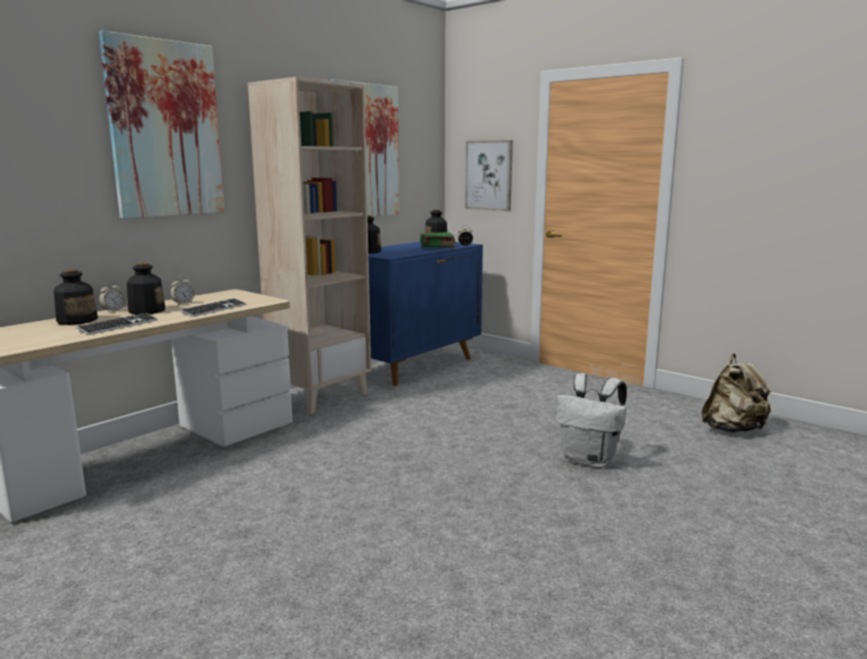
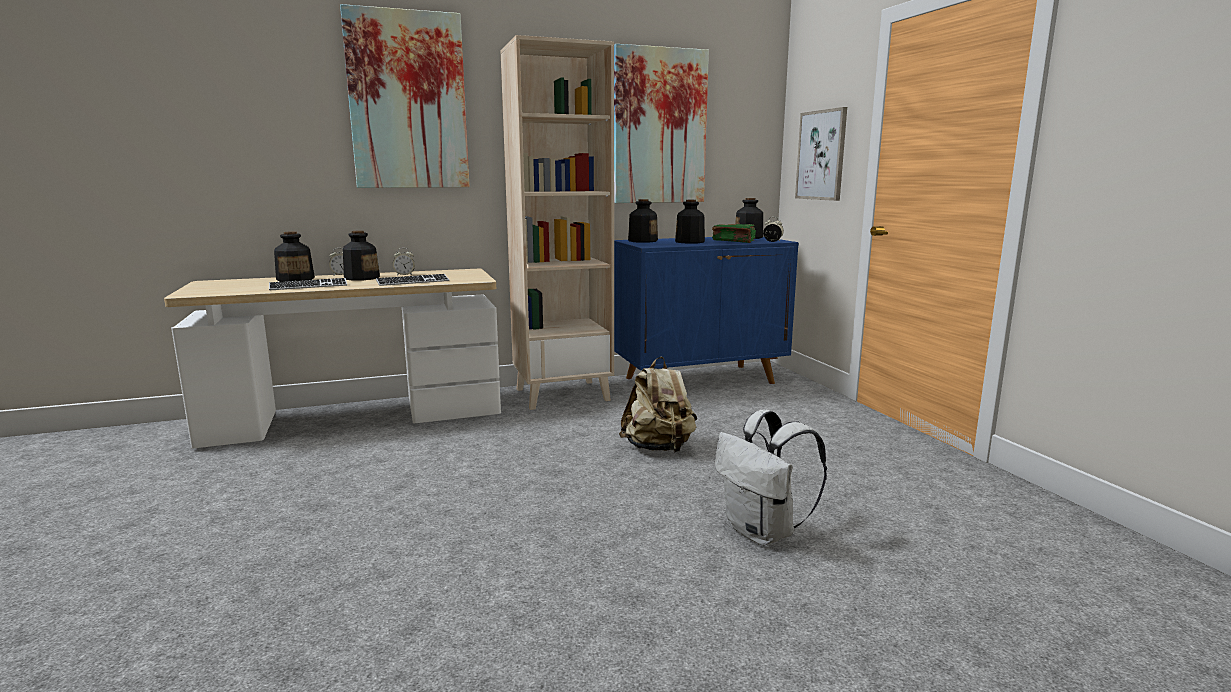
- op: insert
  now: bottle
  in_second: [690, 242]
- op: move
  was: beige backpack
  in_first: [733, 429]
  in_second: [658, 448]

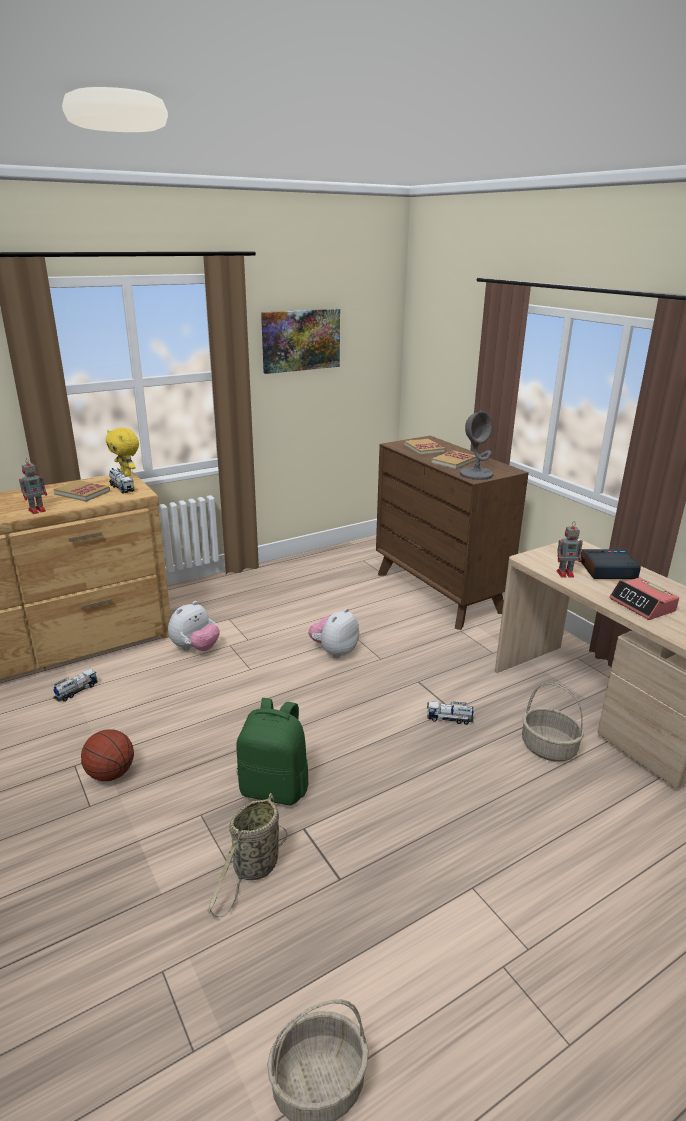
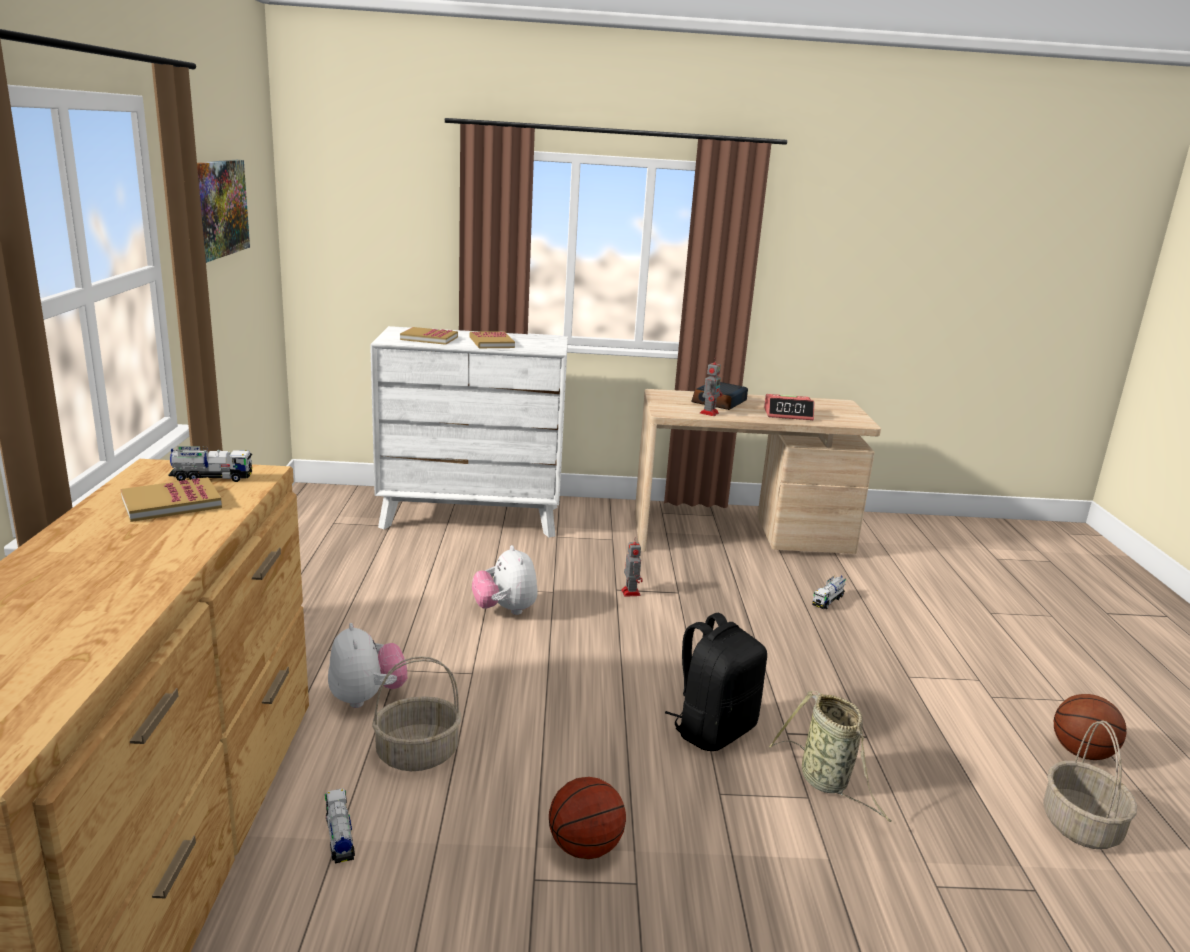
- op: delete
  was: yellow plush toy
  in_first: [126, 474]
- op: delete
  was: grey table lamp
  in_first: [476, 474]
- op: insert
  now: basketball
  in_second: [1080, 753]
- op: move
  was: toy robot
  in_first: [38, 510]
  in_second: [630, 592]
- op: move
  was: toy truck
  in_first: [449, 719]
  in_second: [828, 600]
- op: move
  was: basket
  in_first: [549, 748]
  in_second: [418, 753]
- op: recolor
  was: green backpack
  now: black backpack
  in_first: [275, 788]
  in_second: [713, 729]
- op: recolor
  was: brown dresser
  now: white dresser
  in_first: [439, 592]
  in_second: [471, 517]

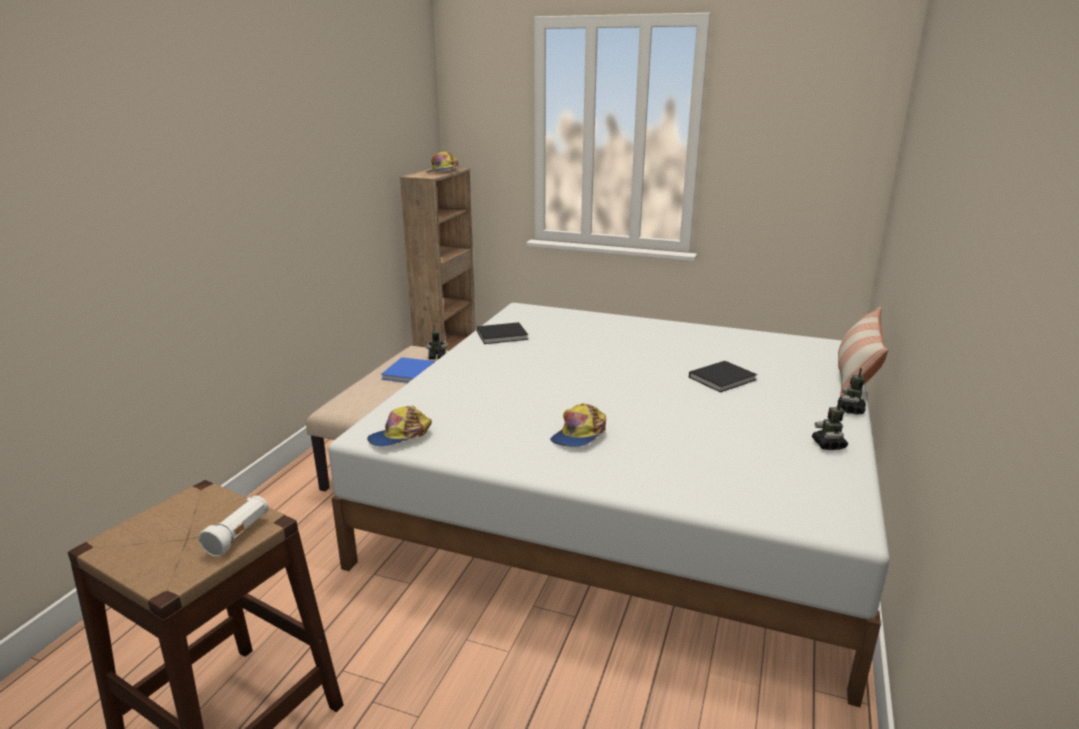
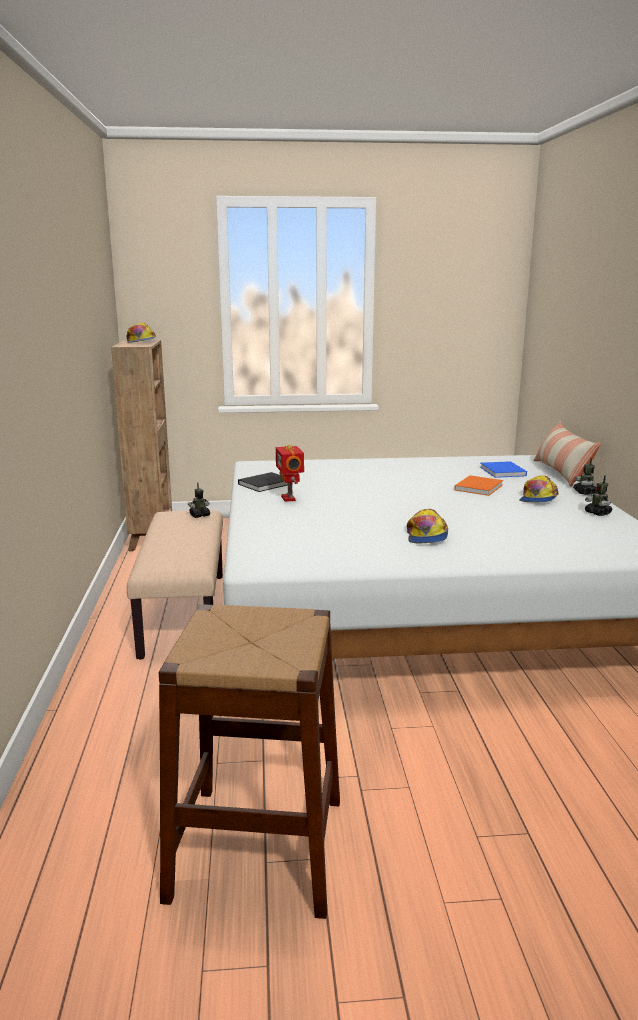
- op: delete
  was: white flashlight
  in_first: [239, 535]
- op: insert
  now: toy robot
  in_second: [289, 498]
- op: move
  was: cap
  in_first: [400, 436]
  in_second: [538, 498]
- op: move
  was: blue book
  in_first: [408, 373]
  in_second: [503, 472]
- op: recolor
  was: black book
  now: orange book
  in_first: [723, 378]
  in_second: [479, 487]

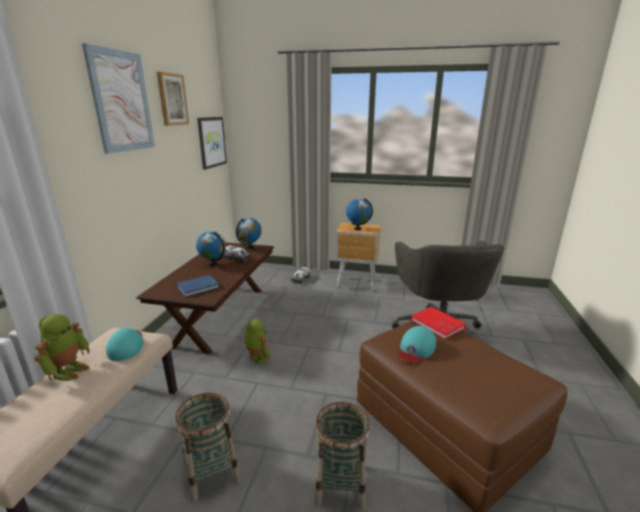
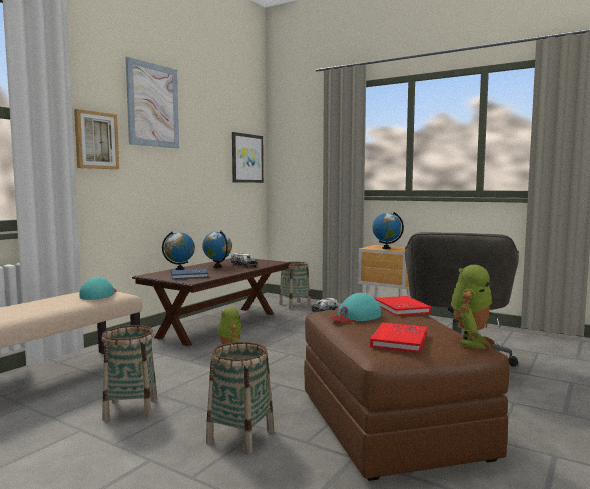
- op: insert
  now: basket
  in_second: [294, 305]
- op: insert
  now: red book
  in_second: [399, 340]
- op: move
  was: toy robot
  in_first: [69, 370]
  in_second: [471, 342]
- op: move
  was: picture
  in_first: [172, 99]
  in_second: [96, 140]
- op: move
  was: globe
  in_first: [250, 248]
  in_second: [180, 269]

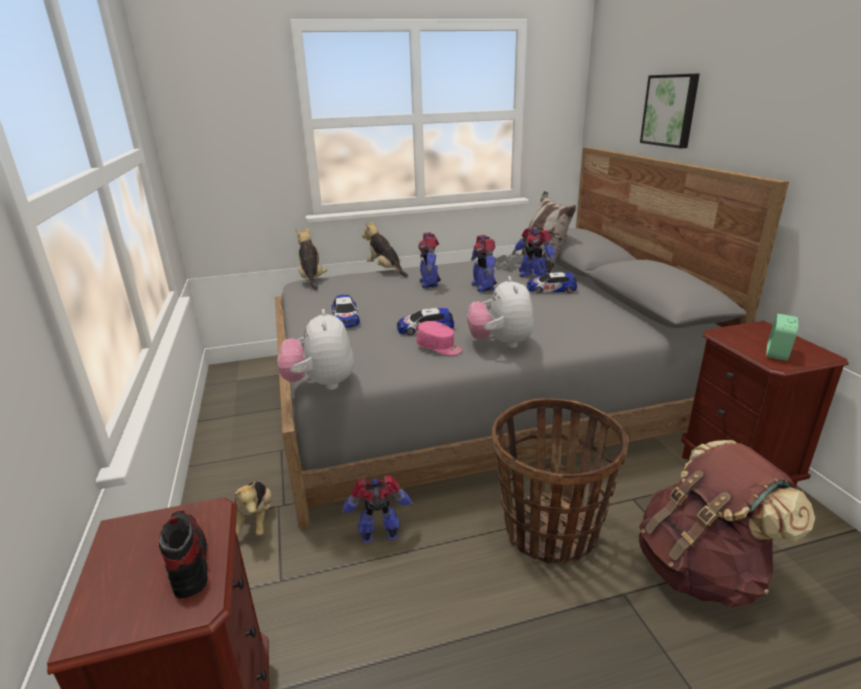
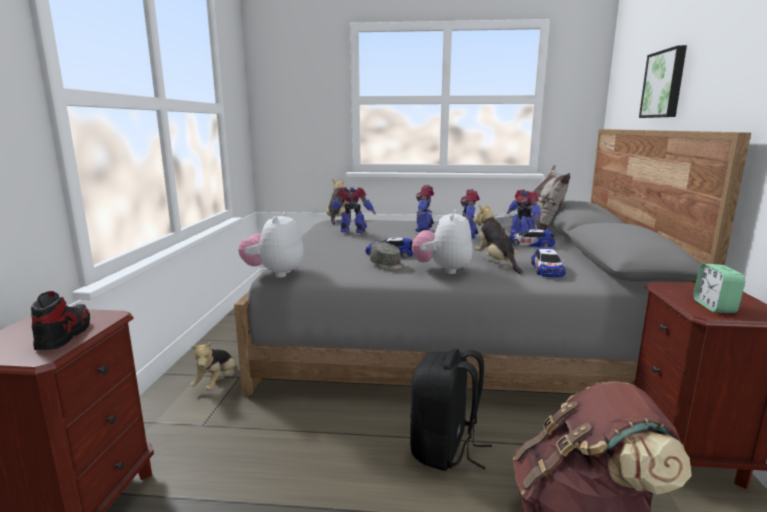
- op: move
  was: toy car
  in_first: [345, 318]
  in_second: [547, 269]
- op: move
  was: toy robot
  in_first: [380, 535]
  in_second: [353, 231]
- op: move
  was: plush toy
  in_first: [385, 270]
  in_second: [496, 263]
- op: replace
  was: basket
  now: black backpack
  in_first: [550, 531]
  in_second: [445, 449]
- op: recolor
  was: pink cap
  now: grey cap
  in_first: [439, 347]
  in_second: [387, 265]
- op: rotate
  was: alarm clock
  in_first: [777, 353]
  in_second: [714, 307]
  clockwise: -45

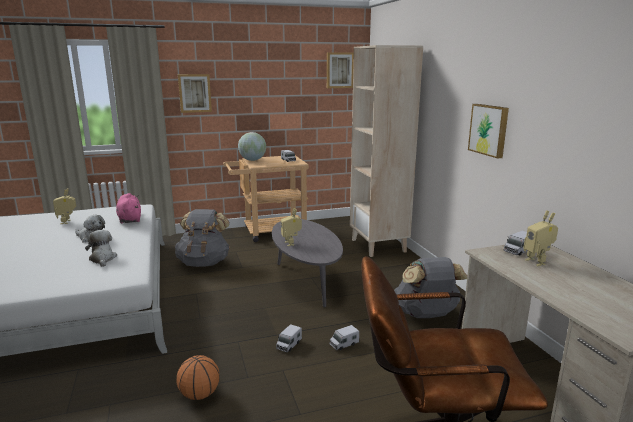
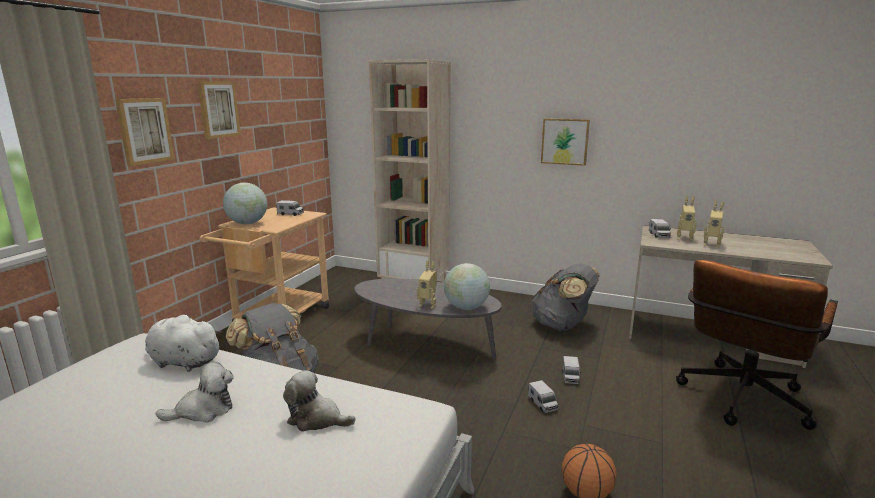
- op: insert
  now: globe
  in_second: [466, 307]
- op: move
  was: toy robot
  in_first: [68, 222]
  in_second: [711, 244]
- op: move
  was: picture
  in_first: [339, 70]
  in_second: [218, 109]
- op: recolor
  was: pink plush toy
  now: white plush toy
  in_first: [130, 219]
  in_second: [183, 362]

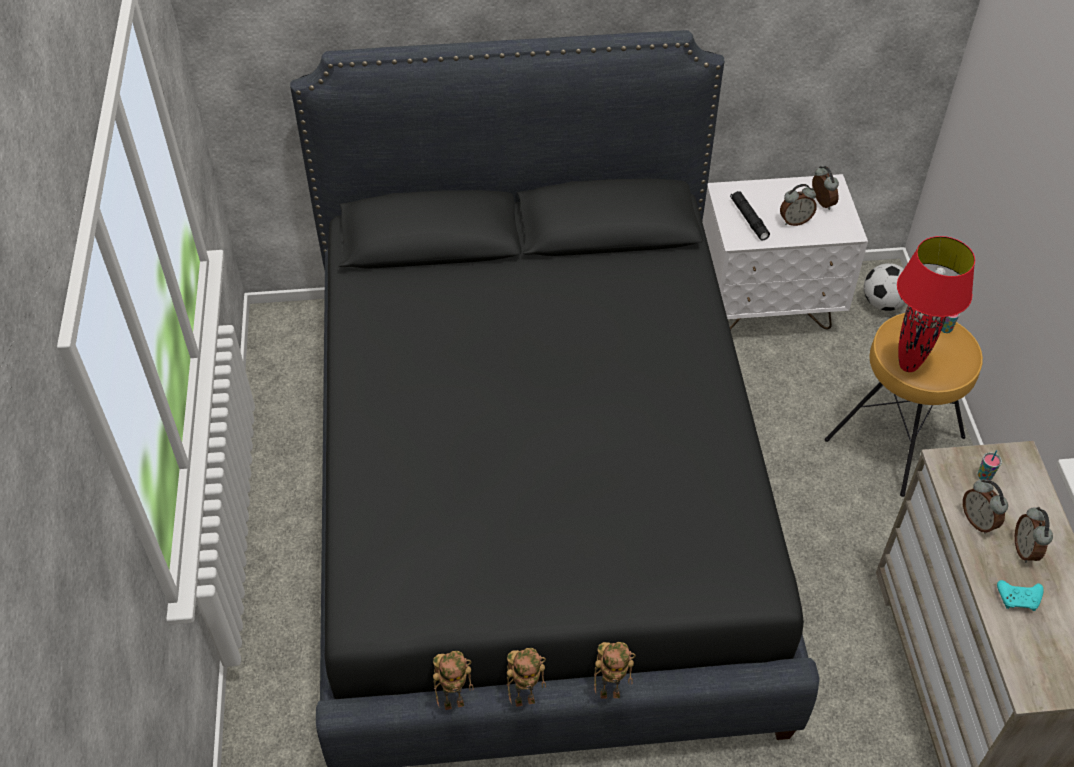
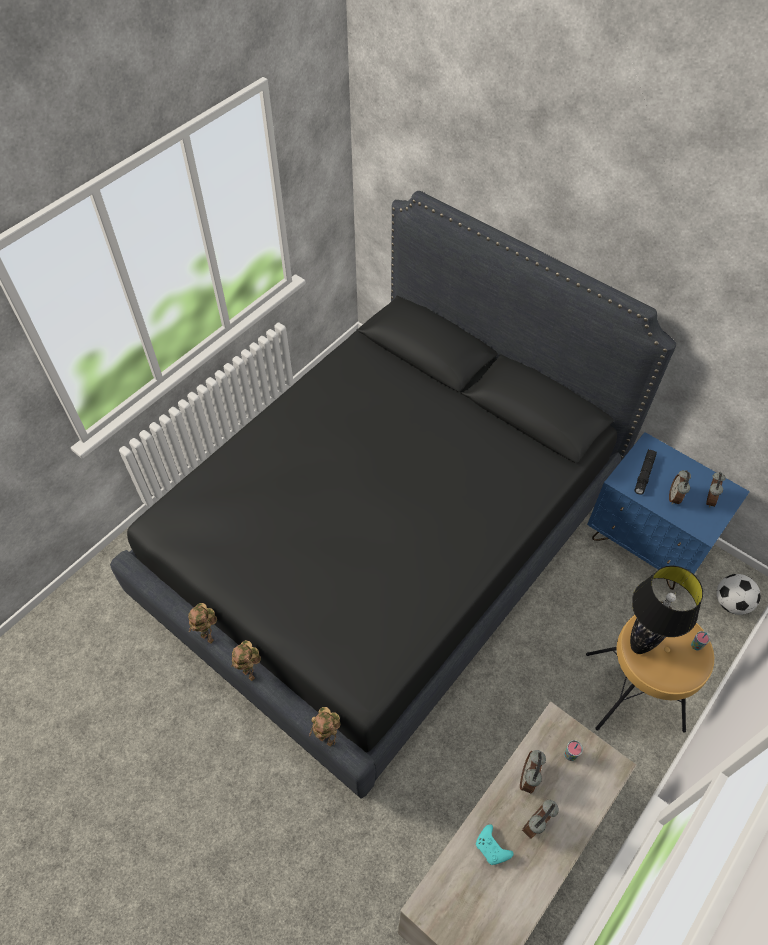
- op: move
  was: toy robot
  in_first: [455, 702]
  in_second: [328, 739]
- op: recolor
  was: white nightstand
  now: blue nightstand
  in_first: [767, 306]
  in_second: [646, 544]
- op: recolor
  was: red table lamp
  now: black table lamp
  in_first: [908, 365]
  in_second: [638, 647]
- op: rotate
  was: alarm clock
  in_first: [795, 221]
  in_second: [675, 497]
  clockwise: 75

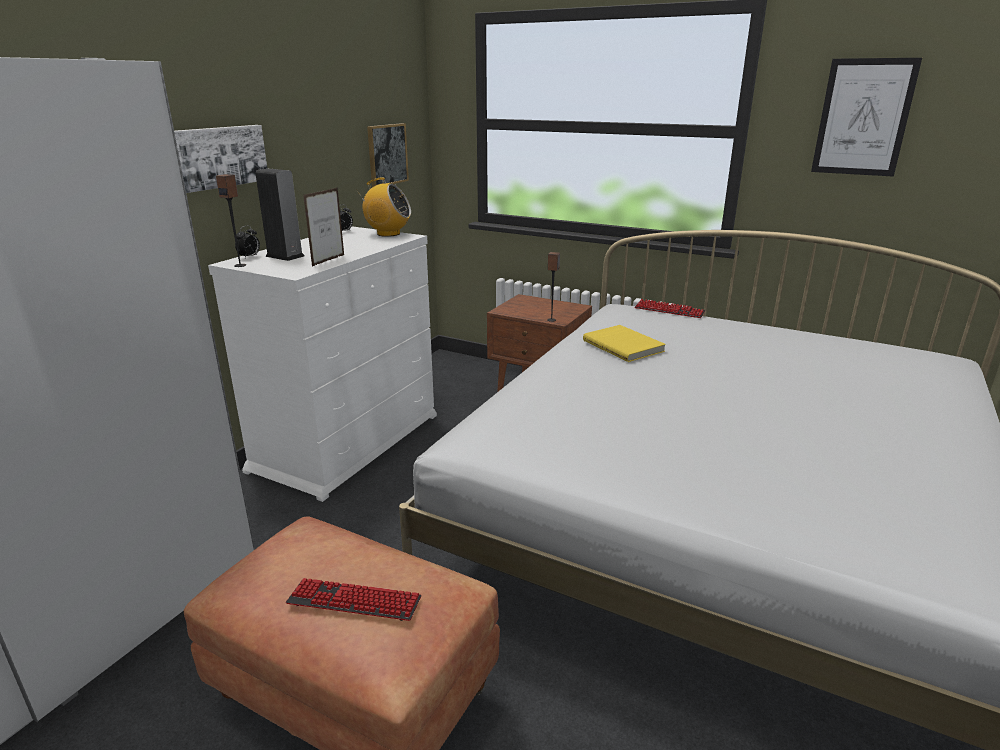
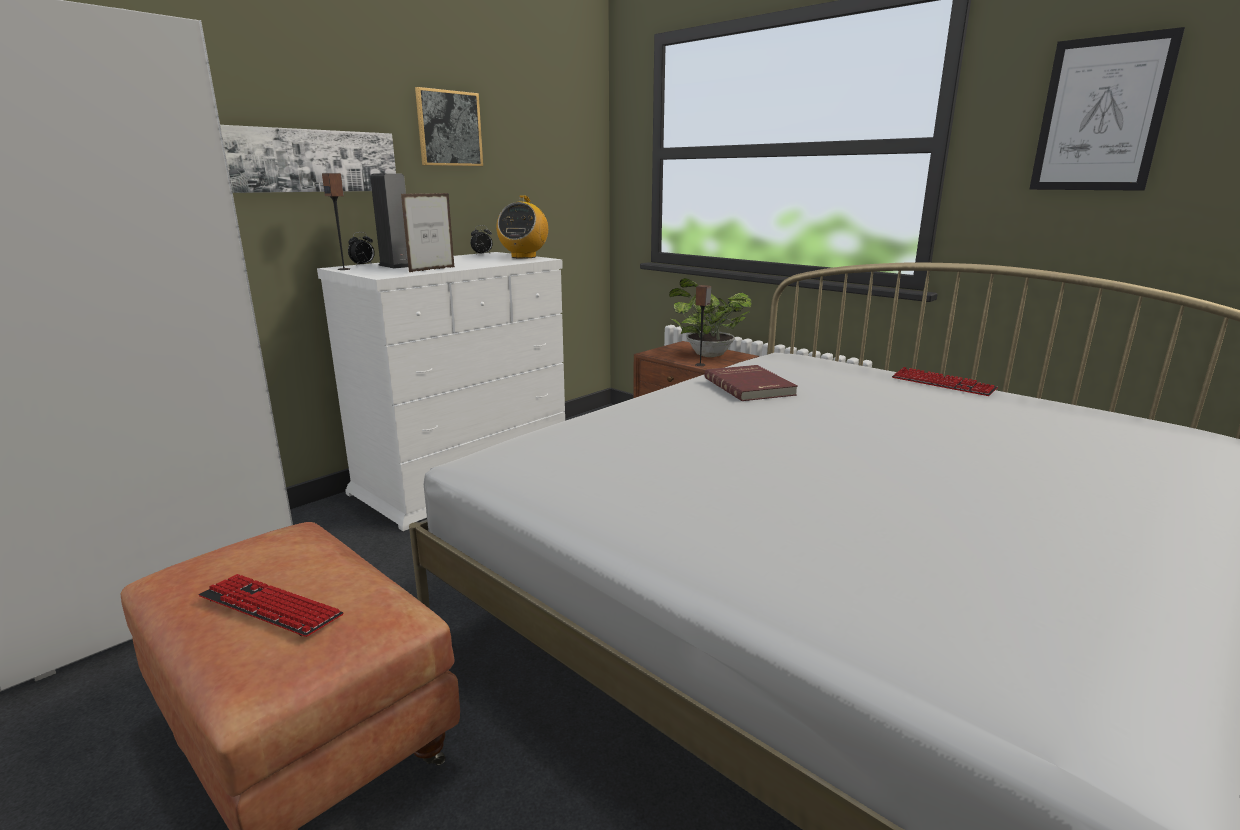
- op: insert
  now: potted plant
  in_second: [706, 354]
- op: move
  was: picture
  in_first: [387, 154]
  in_second: [449, 128]
- op: move
  was: keyboard
  in_first: [669, 310]
  in_second: [942, 384]
- op: recolor
  was: yellow book
  now: red book
  in_first: [624, 346]
  in_second: [750, 386]
- op: rotate
  was: radio
  in_first: [388, 234]
  in_second: [523, 257]
  clockwise: 75

